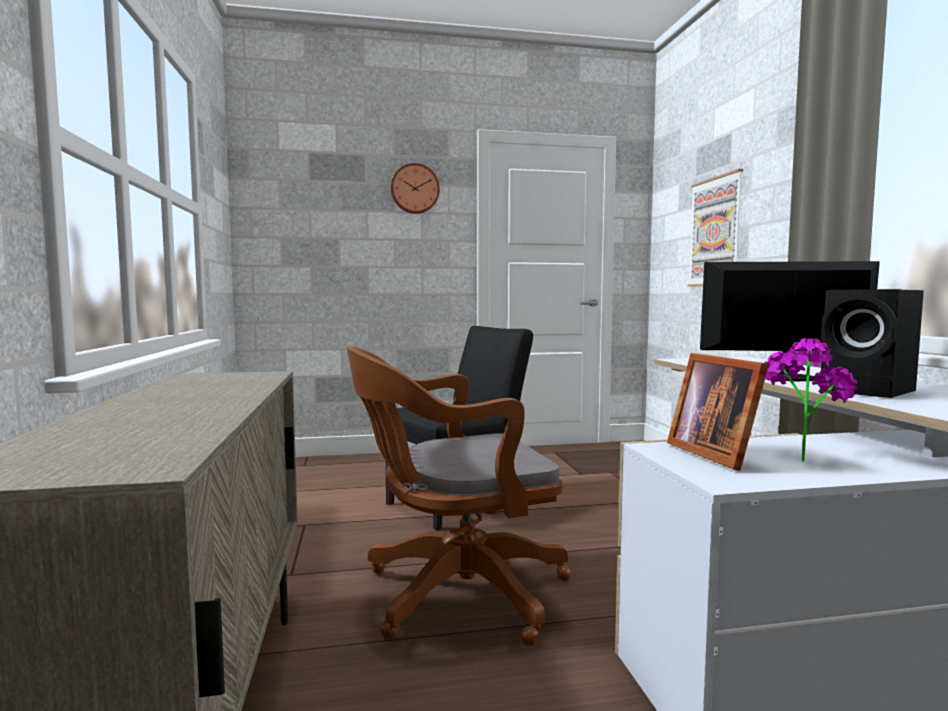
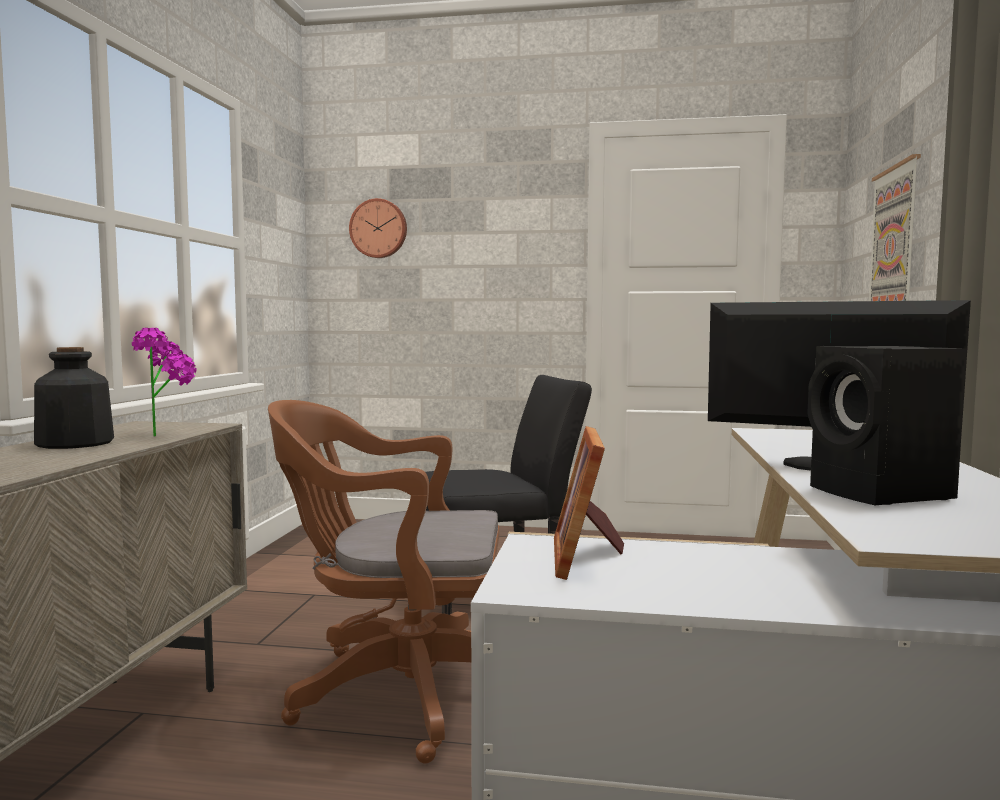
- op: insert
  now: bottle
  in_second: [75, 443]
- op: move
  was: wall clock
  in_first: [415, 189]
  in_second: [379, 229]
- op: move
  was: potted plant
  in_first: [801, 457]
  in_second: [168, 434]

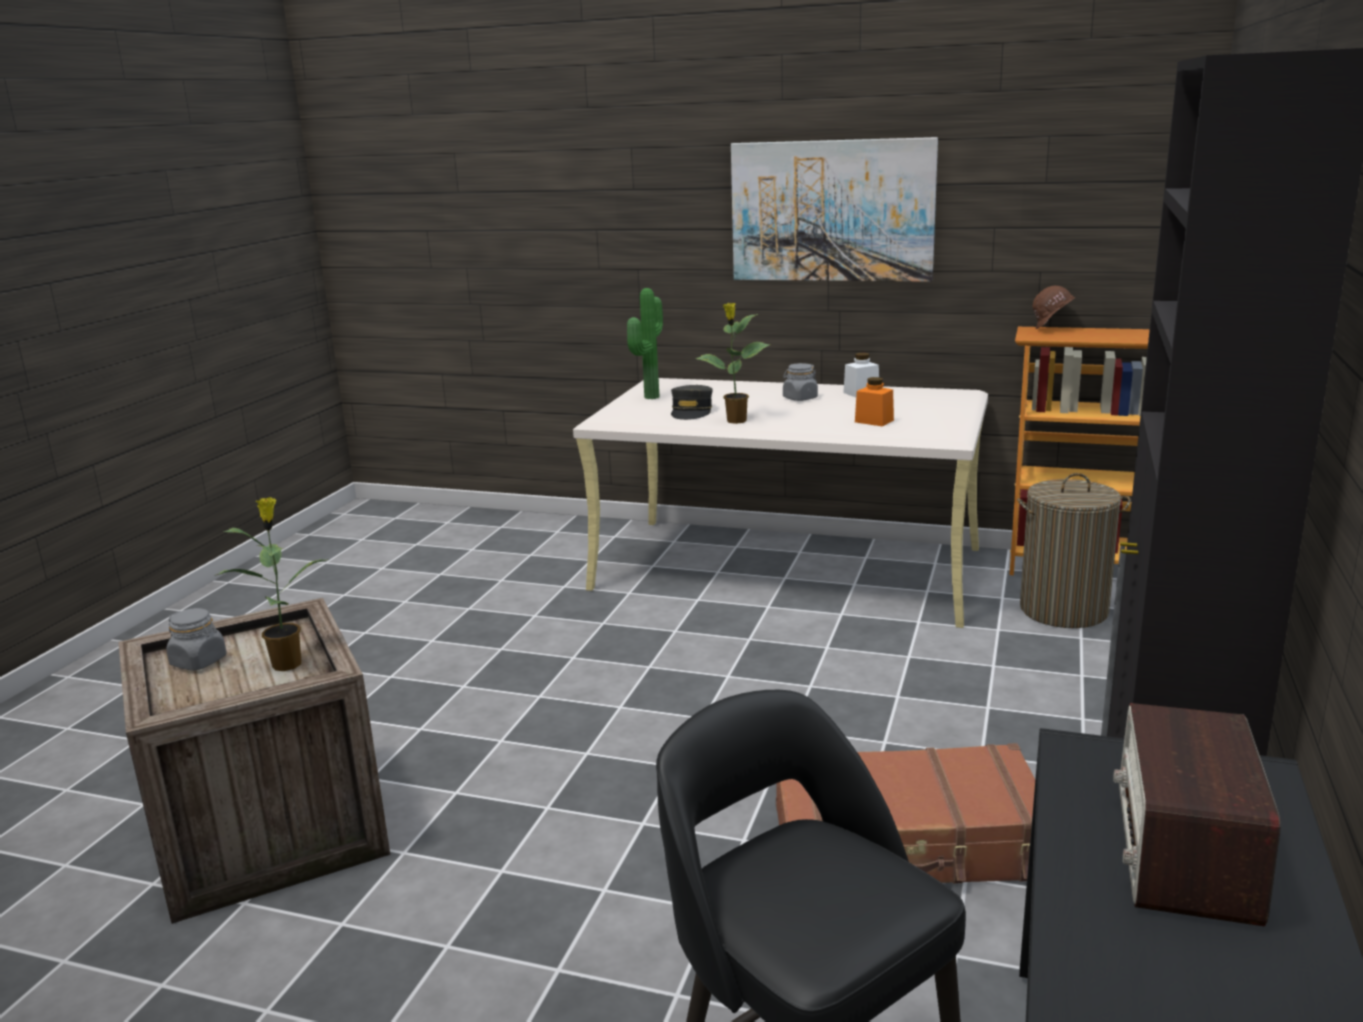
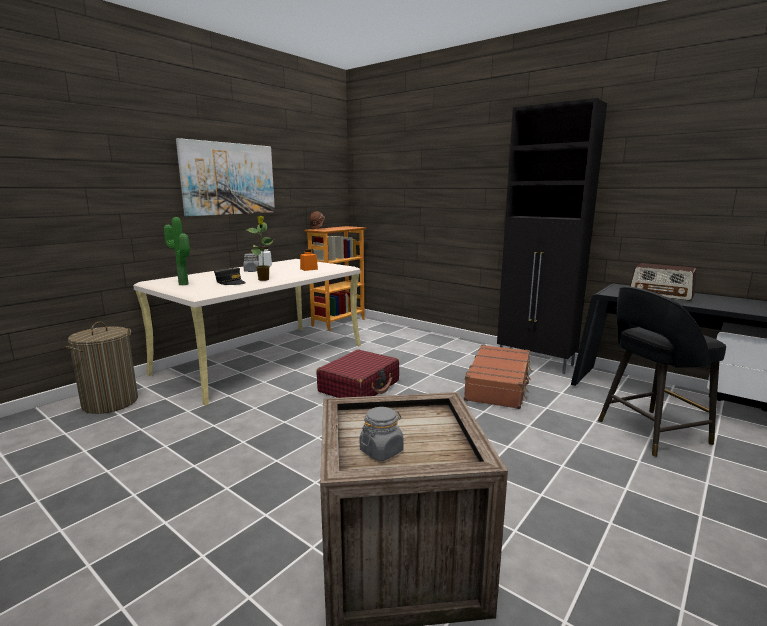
- op: delete
  was: potted plant
  in_first: [288, 663]
- op: insert
  now: red suitcase
  in_second: [359, 386]
- op: move
  was: laundry basket
  in_first: [1063, 610]
  in_second: [110, 402]

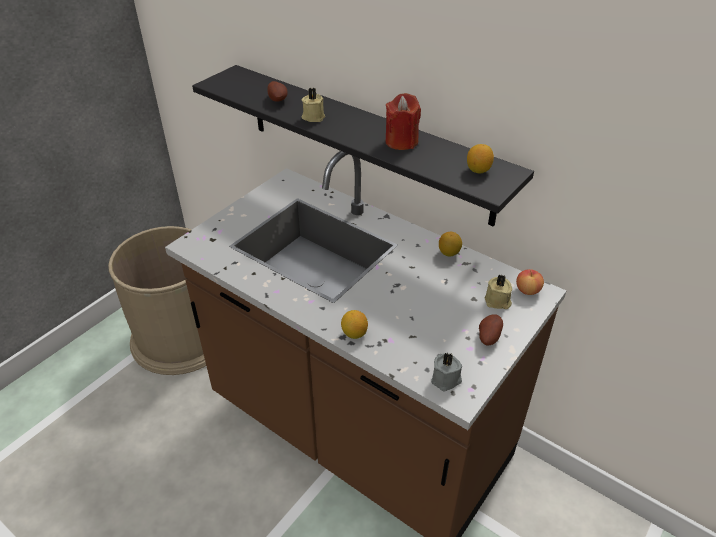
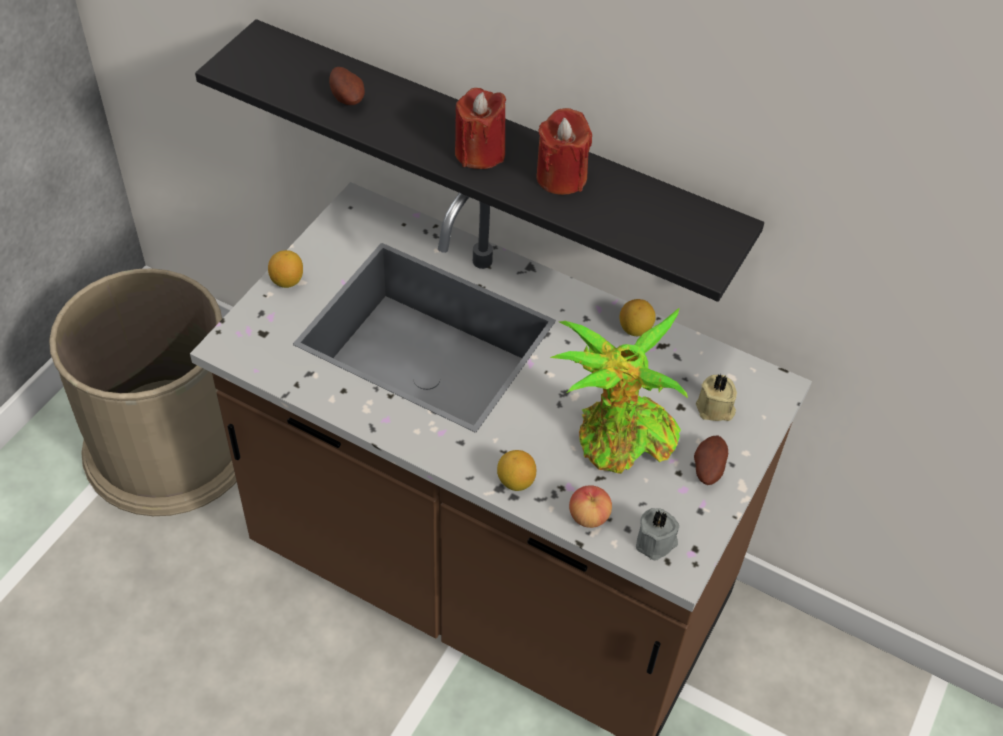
- op: delete
  was: beige candle
  in_first: [313, 117]
- op: insert
  now: red candle
  in_second: [480, 153]
- op: insert
  now: potted plant
  in_second: [619, 441]
- op: move
  was: lemon
  in_first: [478, 170]
  in_second: [287, 281]
- op: move
  was: apple
  in_first: [527, 290]
  in_second: [588, 516]

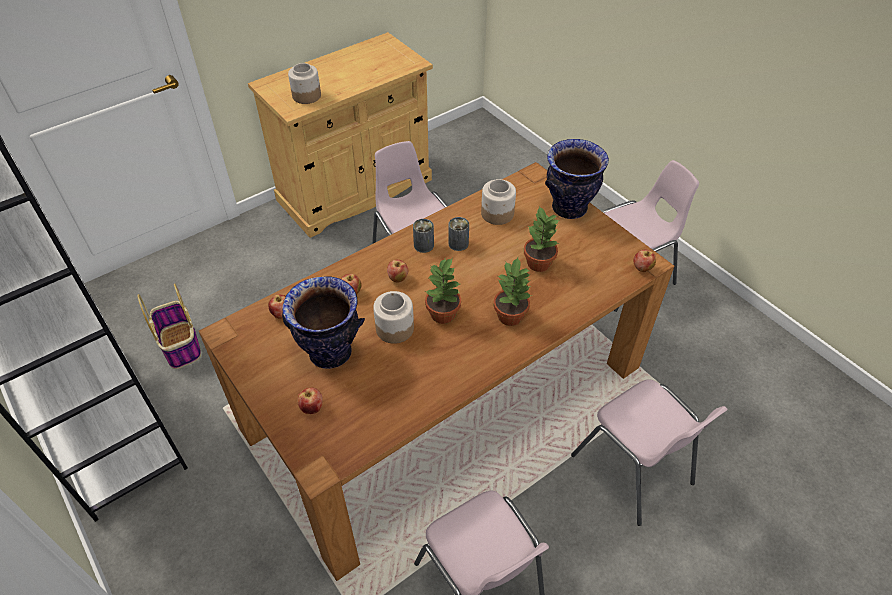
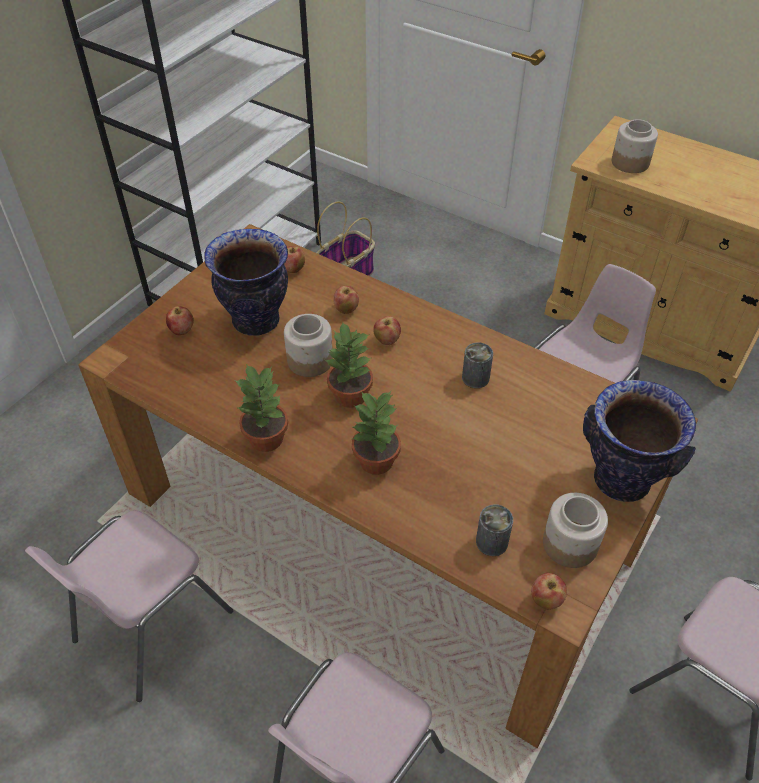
- op: move
  was: can
  in_first: [423, 245]
  in_second: [492, 542]
- op: move
  was: jar
  in_first: [497, 214]
  in_second: [569, 544]
- op: move
  was: potted plant
  in_first: [538, 263]
  in_second: [267, 438]

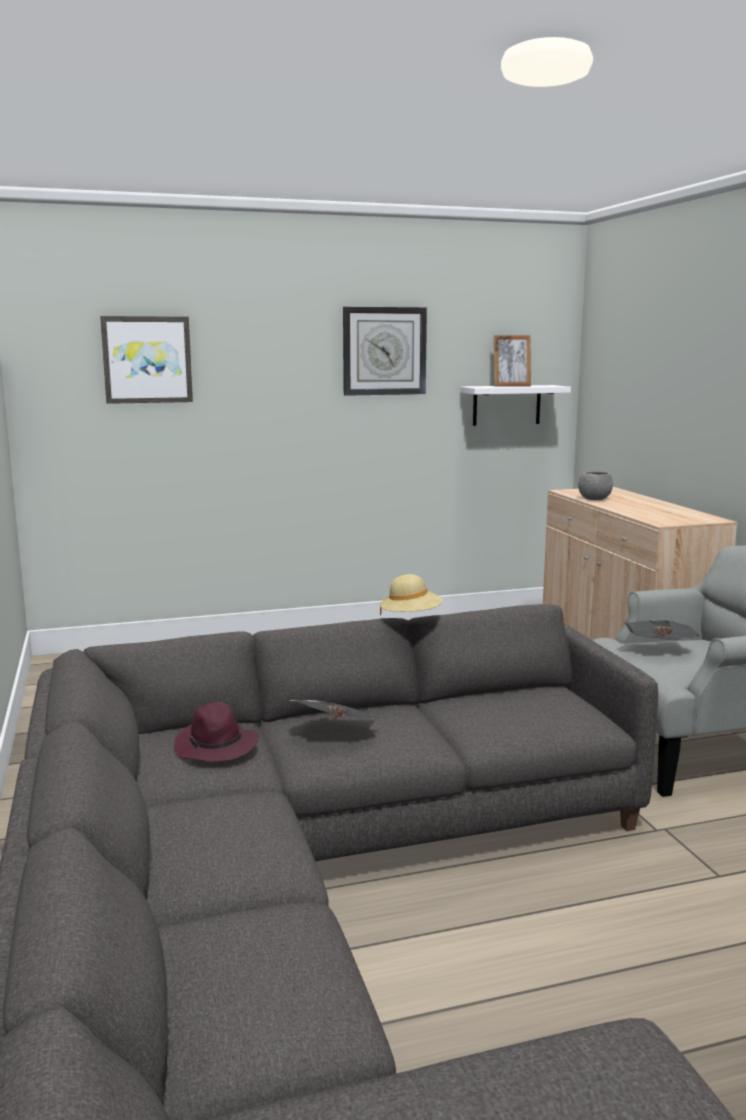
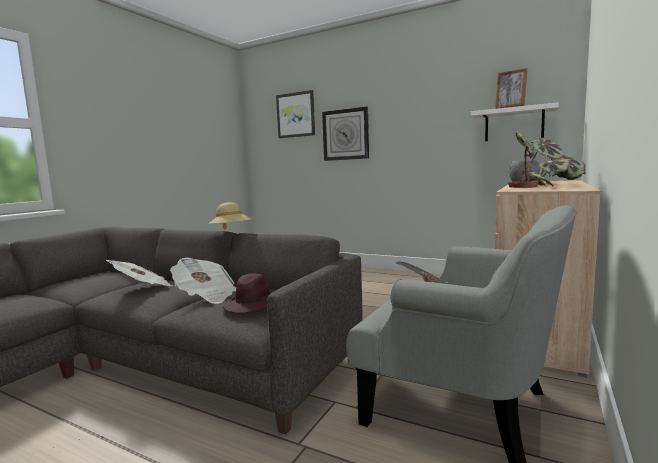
- op: insert
  now: newspaper
  in_second: [206, 296]
- op: insert
  now: potted plant
  in_second: [544, 186]
- op: move
  was: purple hat
  in_first: [217, 747]
  in_second: [253, 305]
- op: move
  was: wall clock
  in_first: [384, 351]
  in_second: [345, 134]

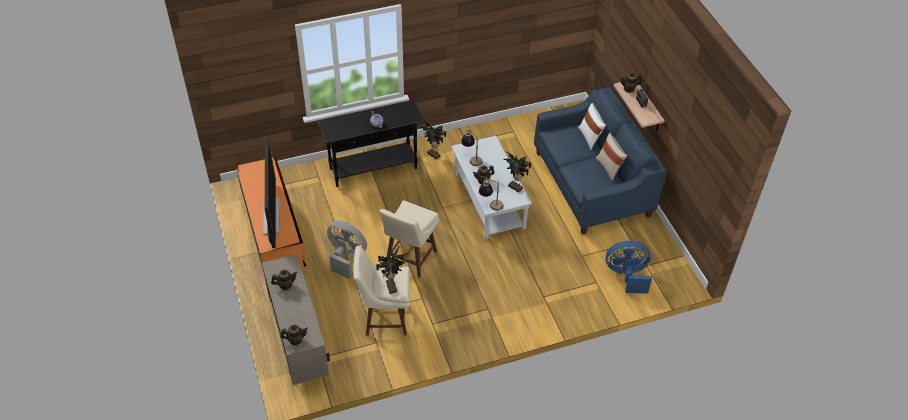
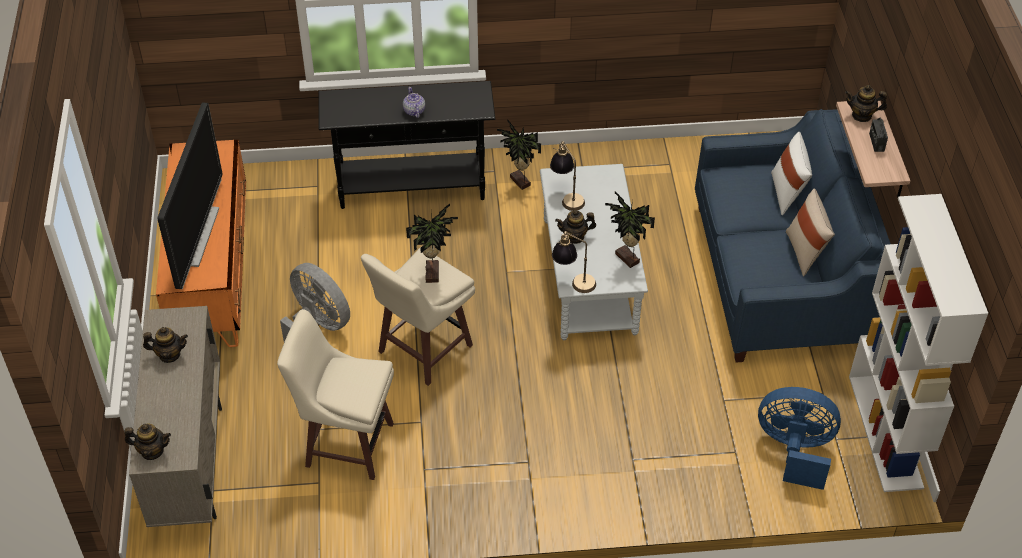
- op: insert
  now: white bookcase
  in_second: [886, 431]
- op: move
  was: potted plant
  in_first: [392, 286]
  in_second: [434, 273]

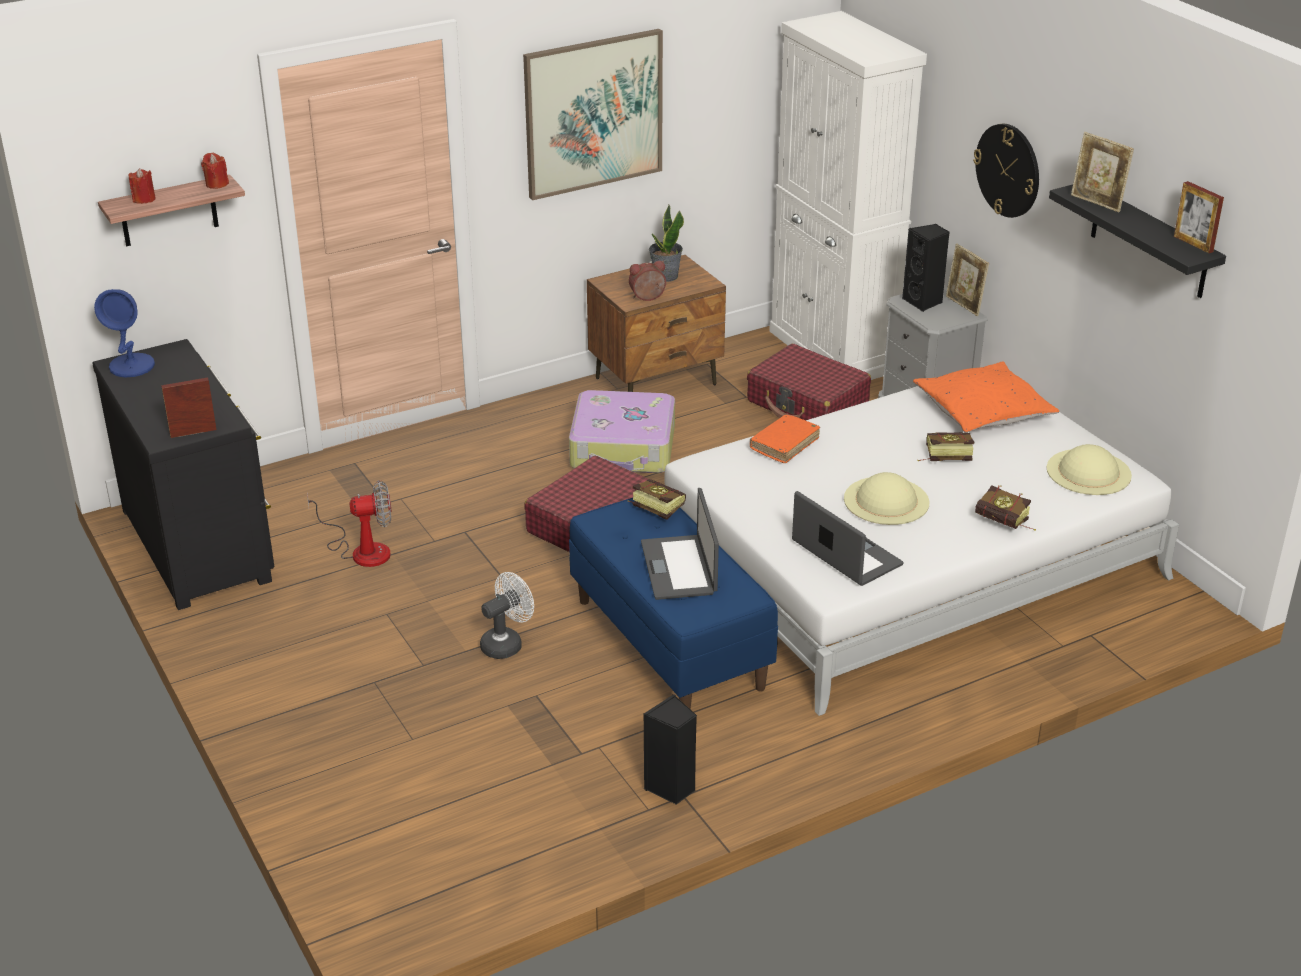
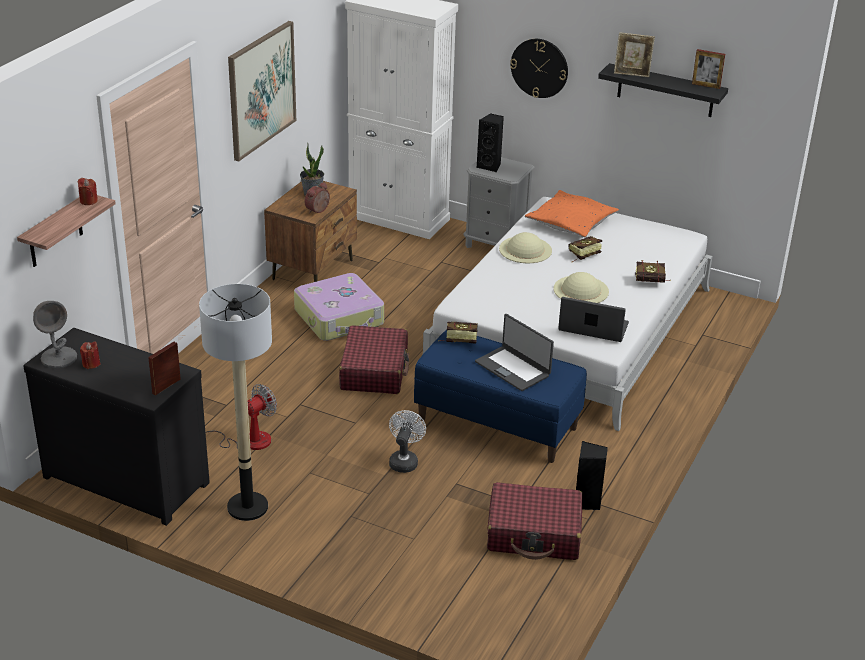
- op: delete
  was: orange book
  in_first: [784, 444]
- op: delete
  was: picture frame
  in_first: [964, 306]
- op: insert
  now: floor lamp
  in_second: [247, 507]
- op: move
  was: red candle
  in_first: [144, 199]
  in_second: [91, 364]
- op: move
  was: red suitcase
  in_first: [807, 404]
  in_second: [534, 533]
- op: move
  was: beige hat
  in_first: [1088, 472]
  in_second: [525, 249]
- op: recolor
  was: blue table lamp
  now: grey table lamp
  in_first: [132, 366]
  in_second: [59, 358]

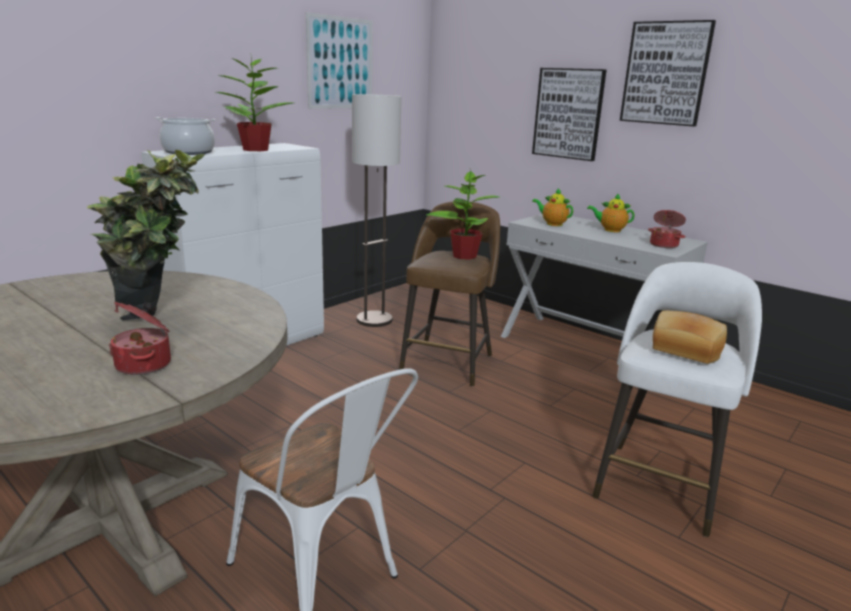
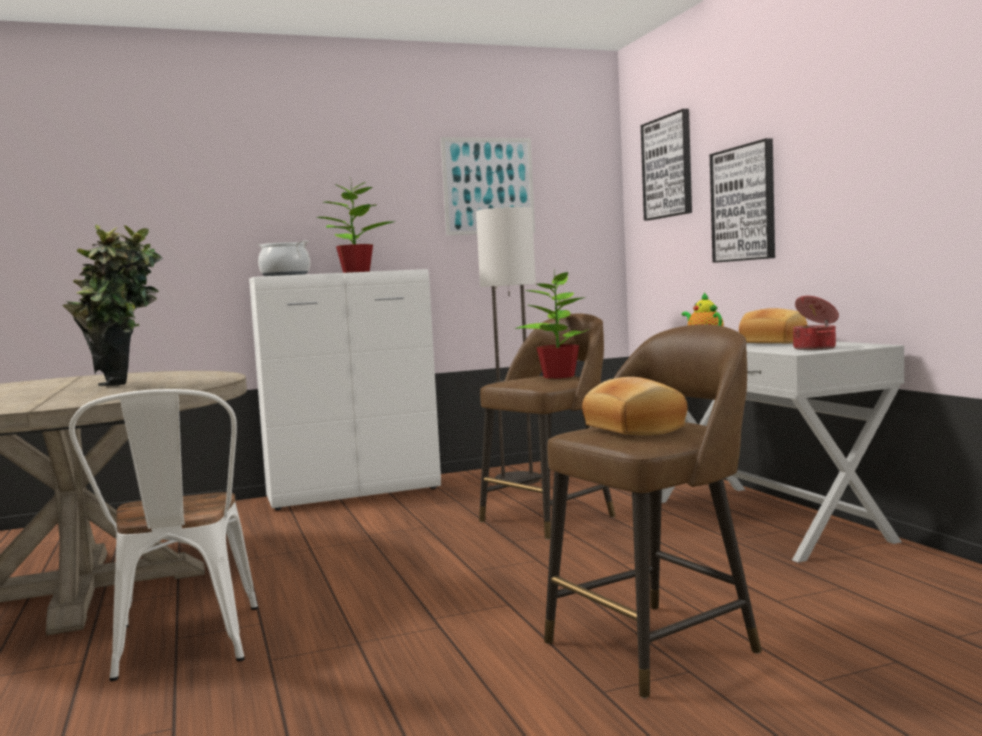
- op: delete
  was: cooking pot
  in_first: [145, 364]
- op: move
  was: picture
  in_first: [666, 73]
  in_second: [668, 167]
- op: replace
  was: teapot
  now: bread
  in_first: [610, 230]
  in_second: [774, 342]
- op: recolor
  was: white stool
  now: brown stool
  in_first: [659, 484]
  in_second: [655, 645]

